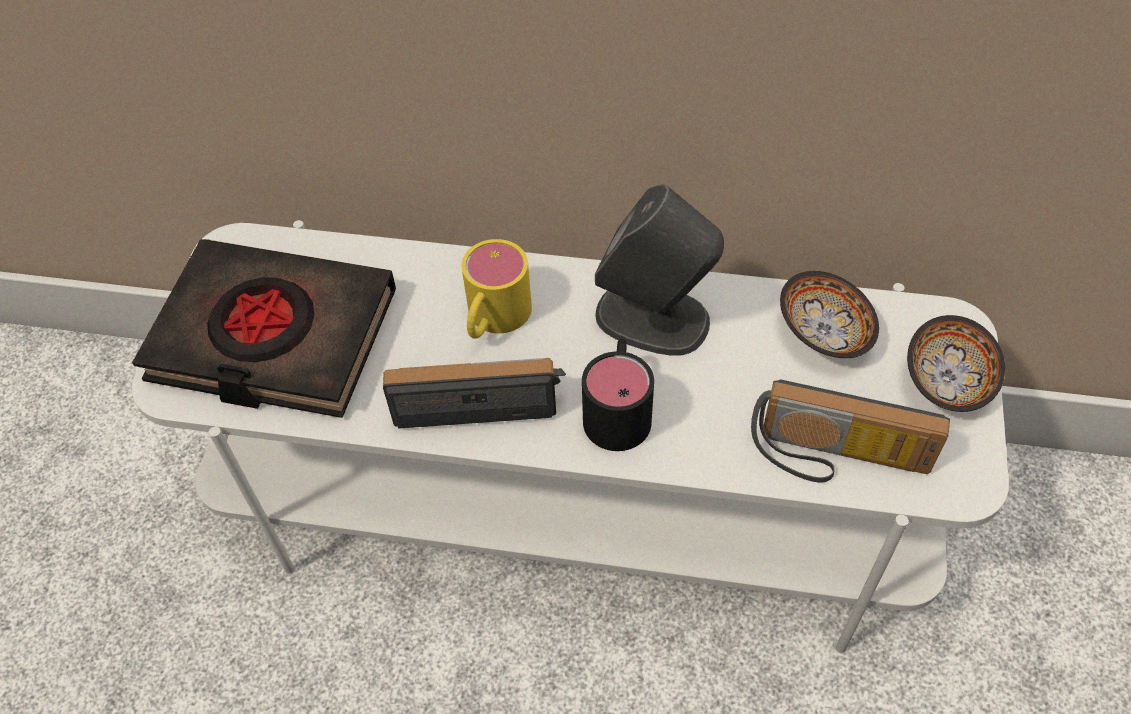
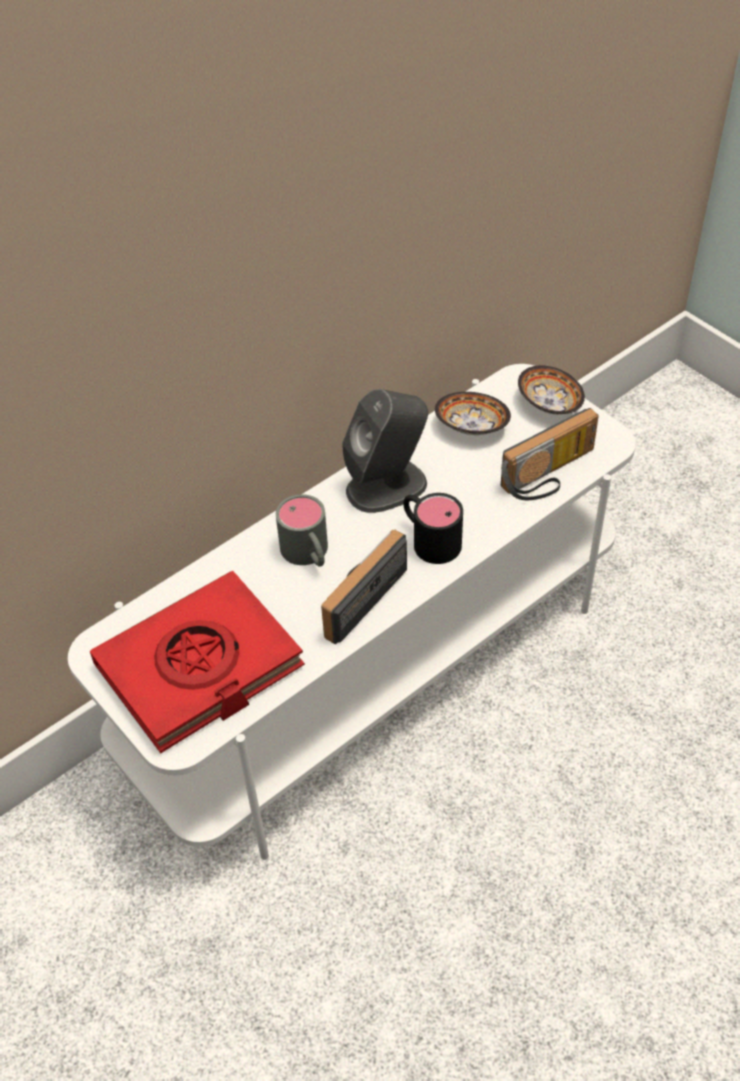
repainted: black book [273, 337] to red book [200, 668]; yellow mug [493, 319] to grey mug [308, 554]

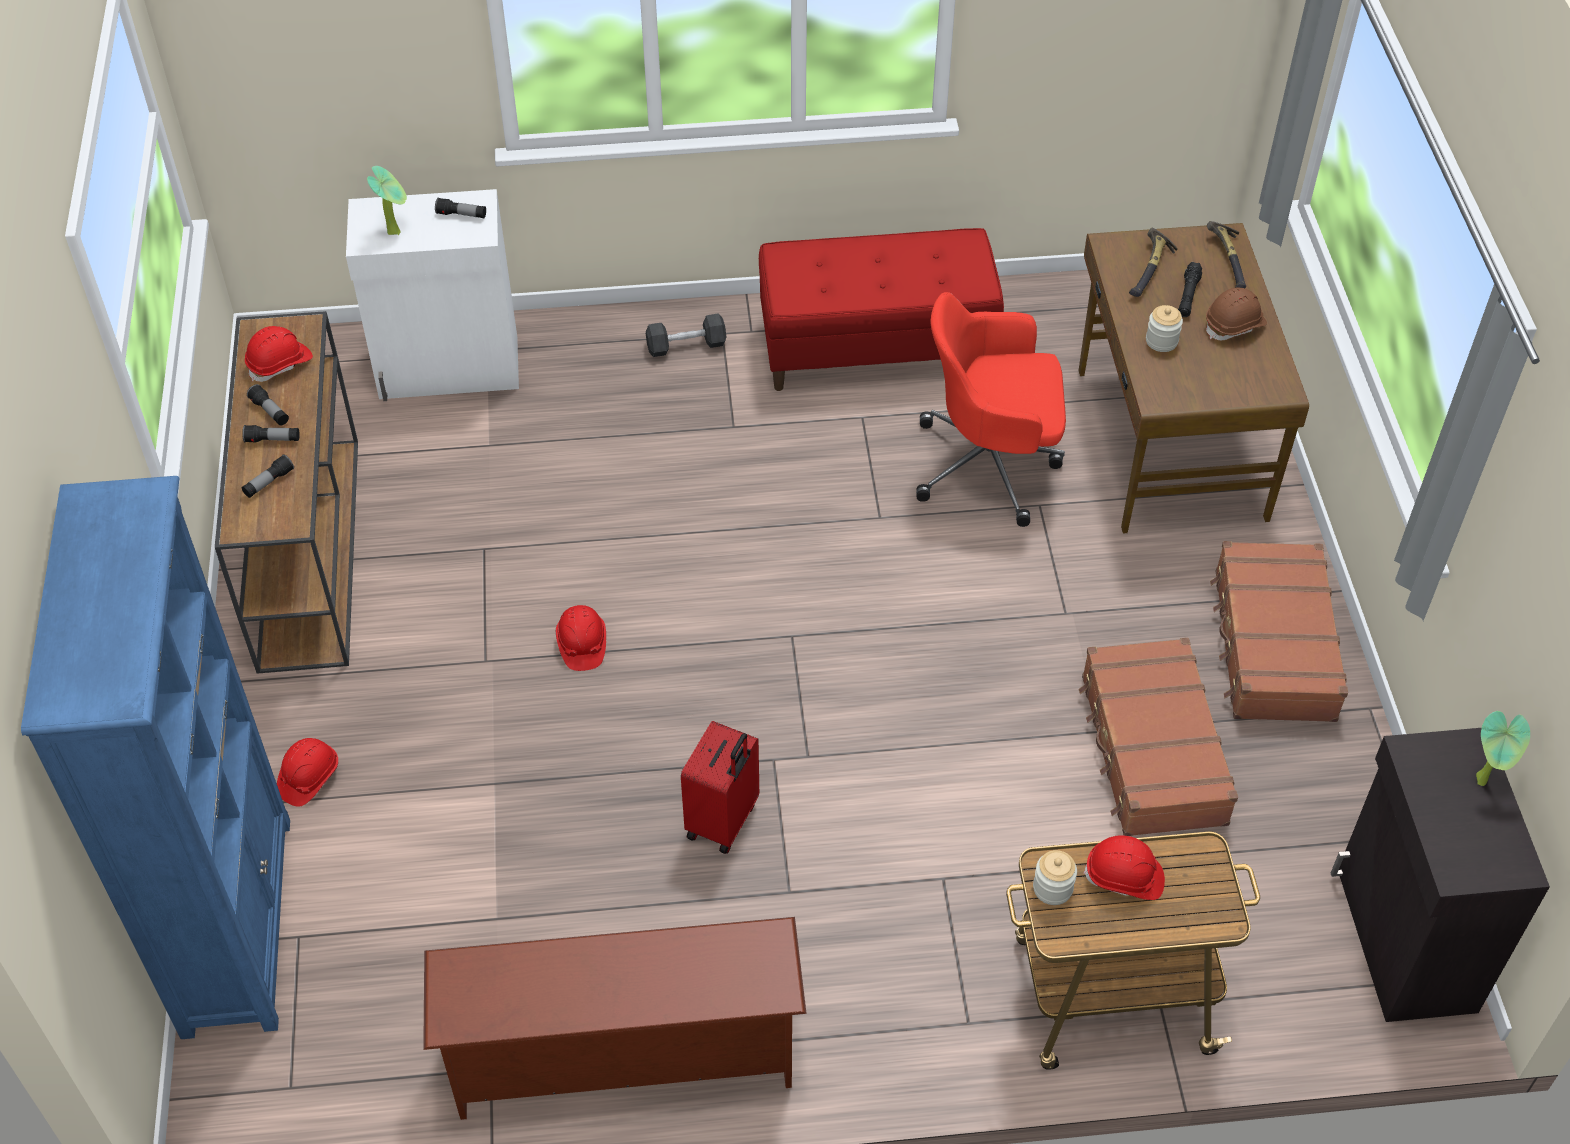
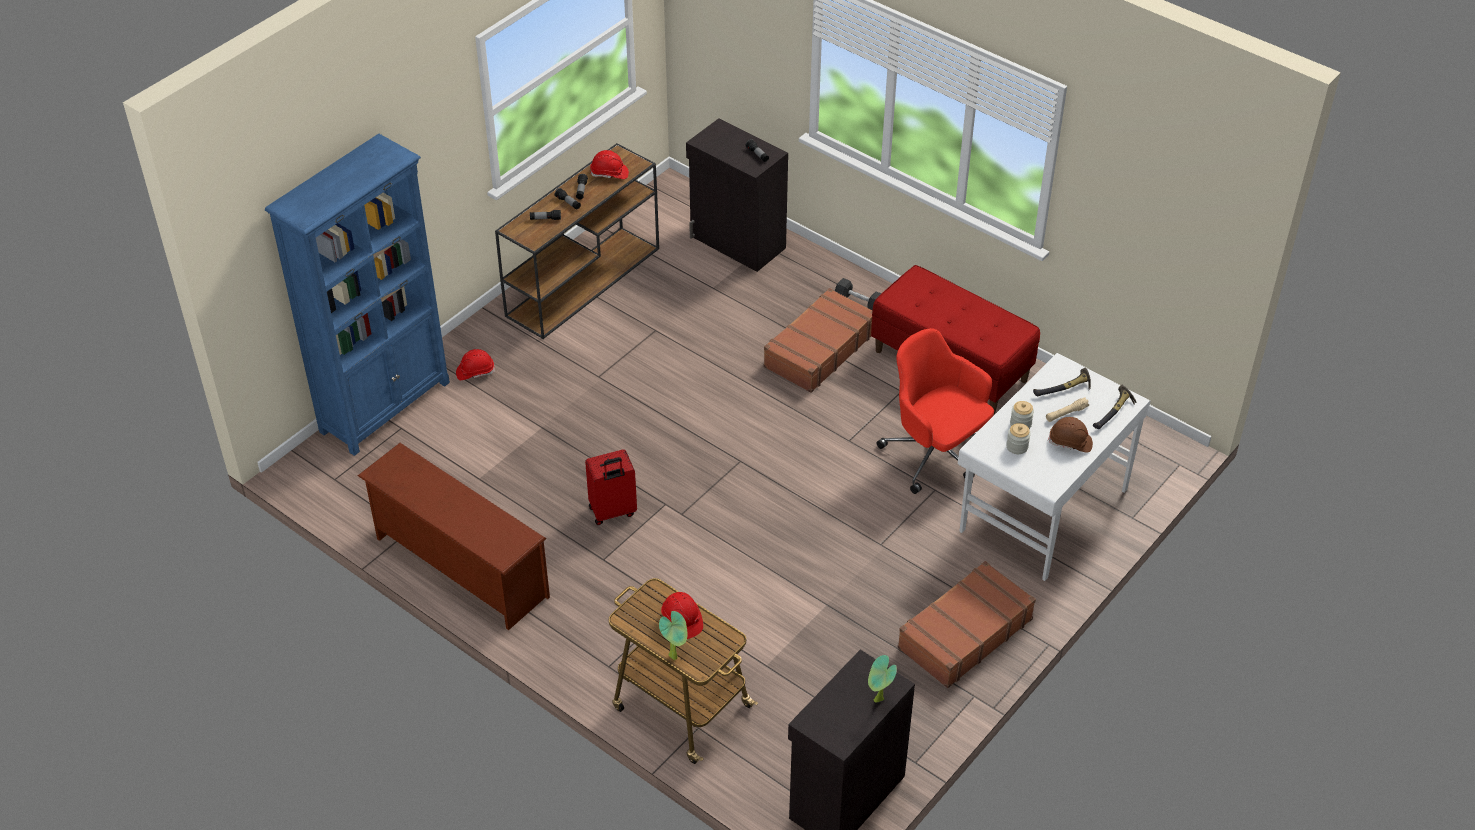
gone: red hard hat [582, 645]
shifted: potted plant [396, 231] to [675, 656]; jar [1052, 888] to [1017, 446]; brown suitcase [1151, 750] to [818, 350]
repainted: white cabinet [450, 369] to black cabinet [737, 243]; brown desk [1168, 445] to white desk [1042, 510]; black flashlight [1188, 295] to beige flashlight [1066, 413]

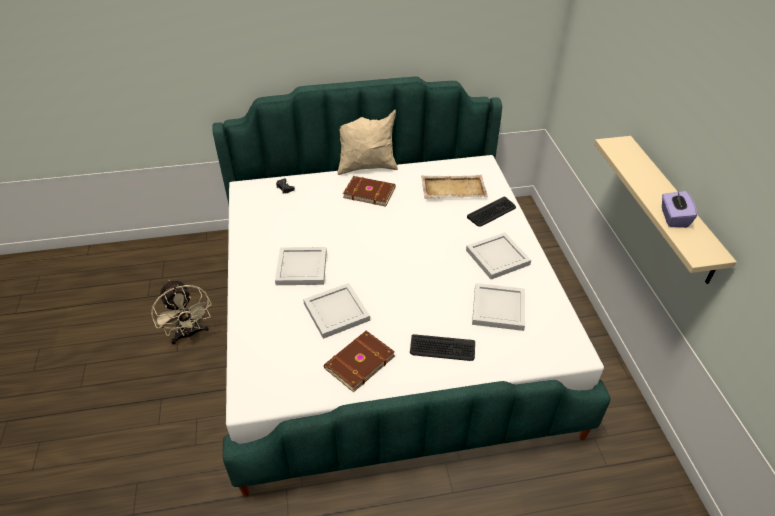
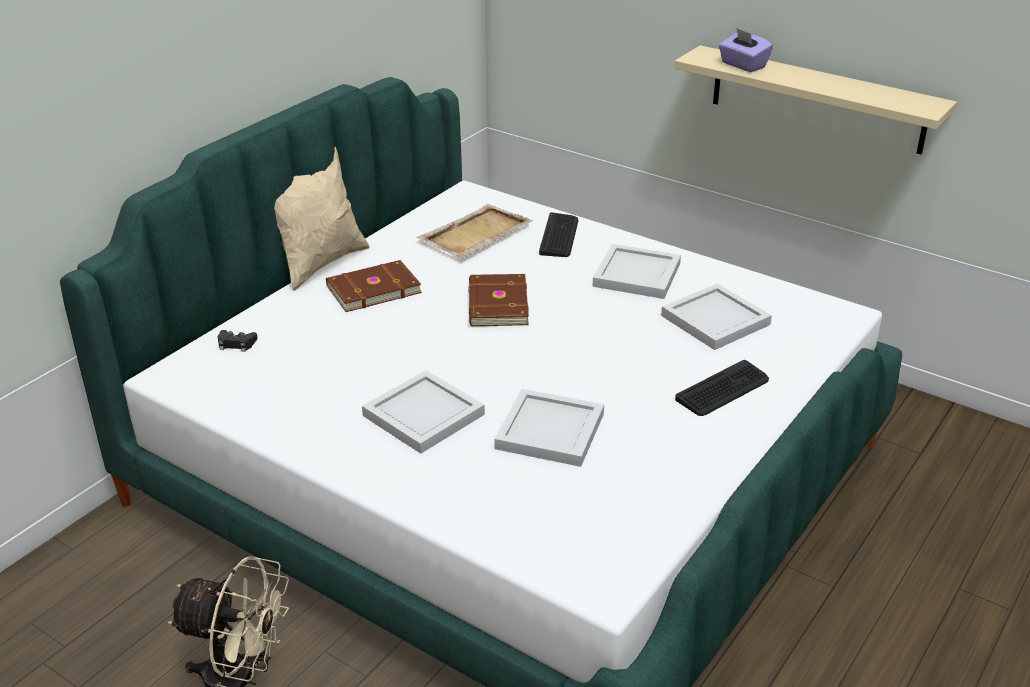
shifted: brown book [358, 362] to [496, 304]; purple tissue box [673, 218] to [743, 65]

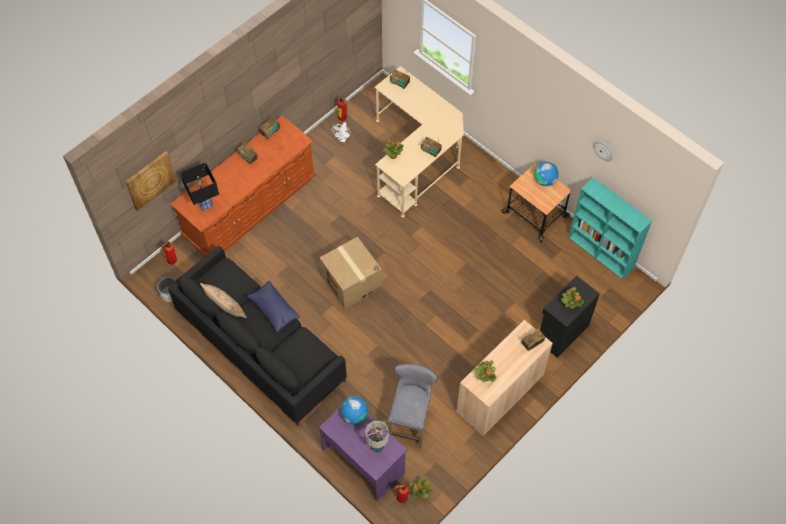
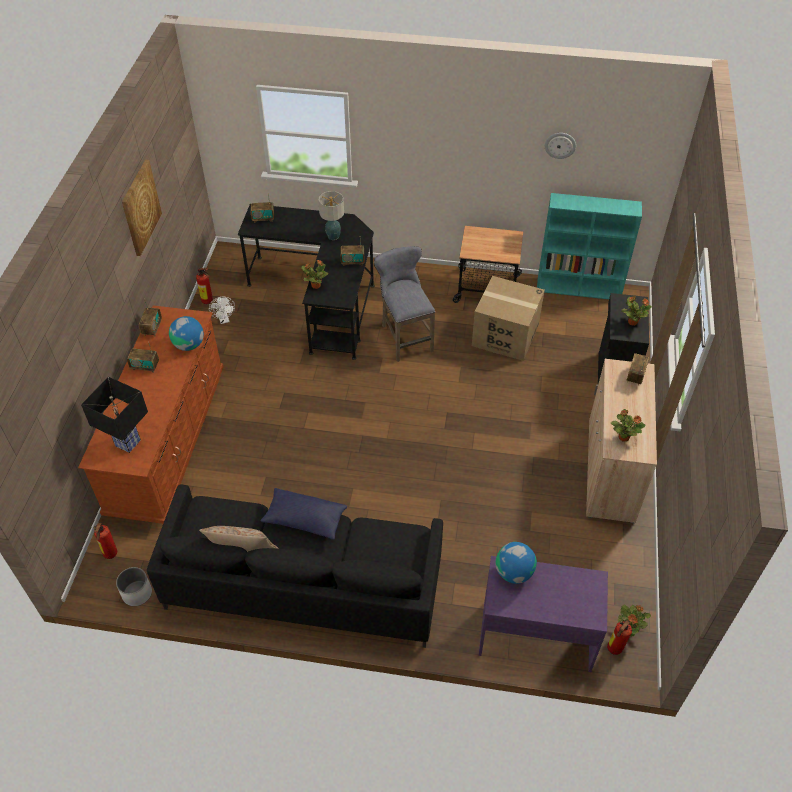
shifted: picture [150, 180] to [140, 207]; cardboard box [351, 282] to [505, 335]; table lamp [377, 447] to [333, 236]; grey stool [410, 420] to [404, 336]; globe [544, 180] to [189, 344]
repainted: beige desk [417, 157] to black desk [321, 297]

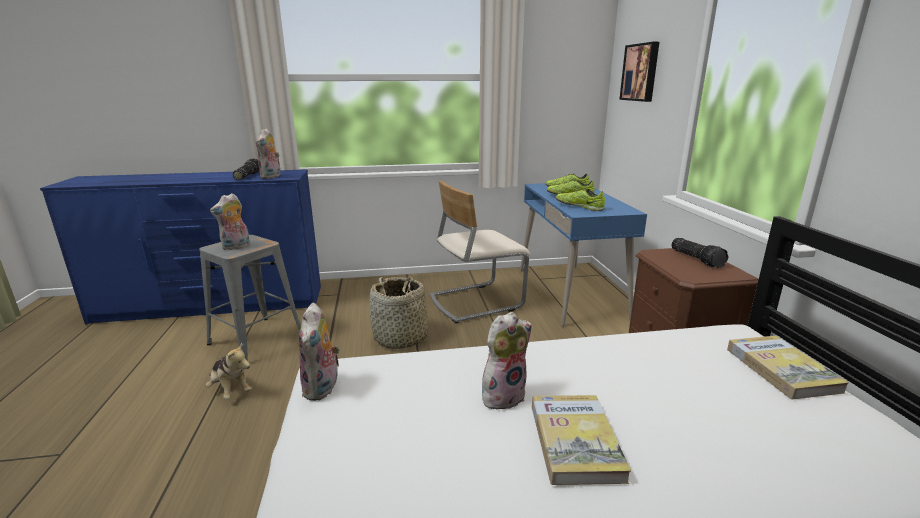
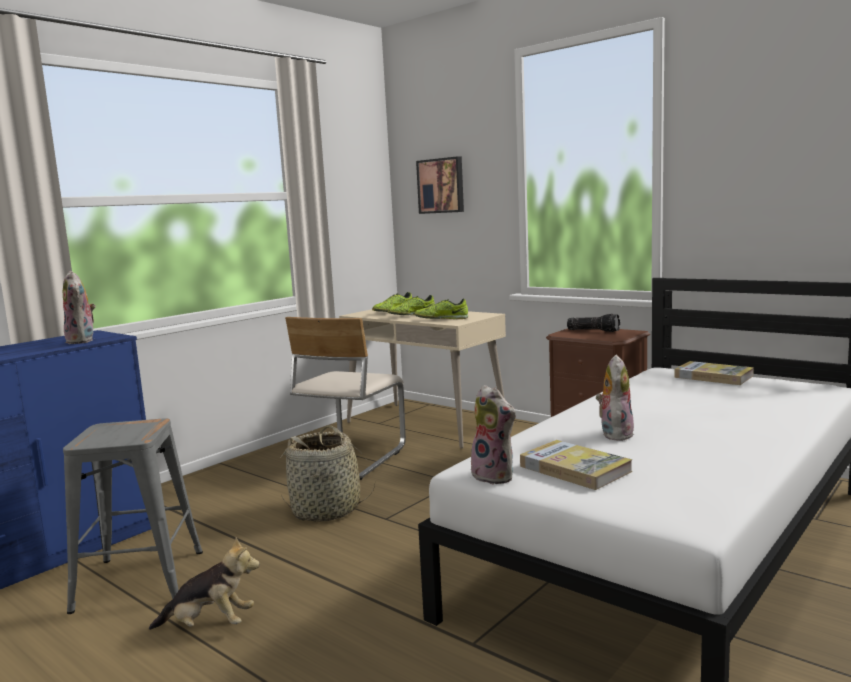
gone: plush toy [236, 247]; flashlight [247, 176]
shifted: book [575, 441] to [574, 469]
repainted: blue desk [570, 292] to beige desk [425, 424]

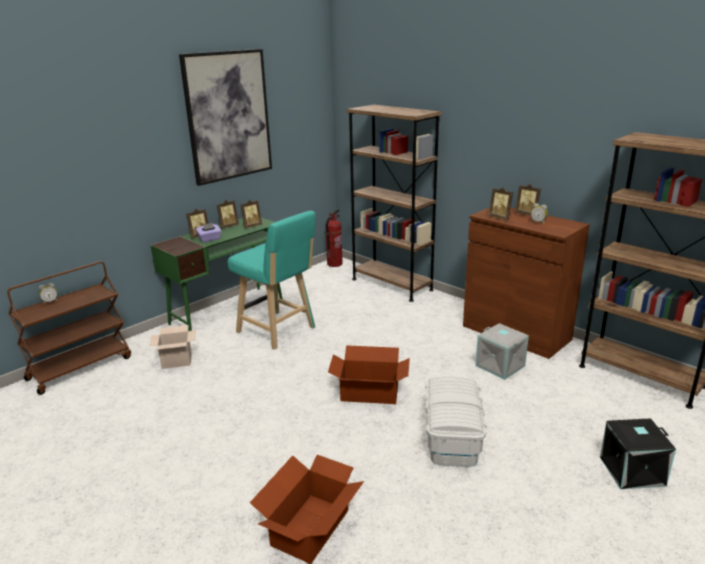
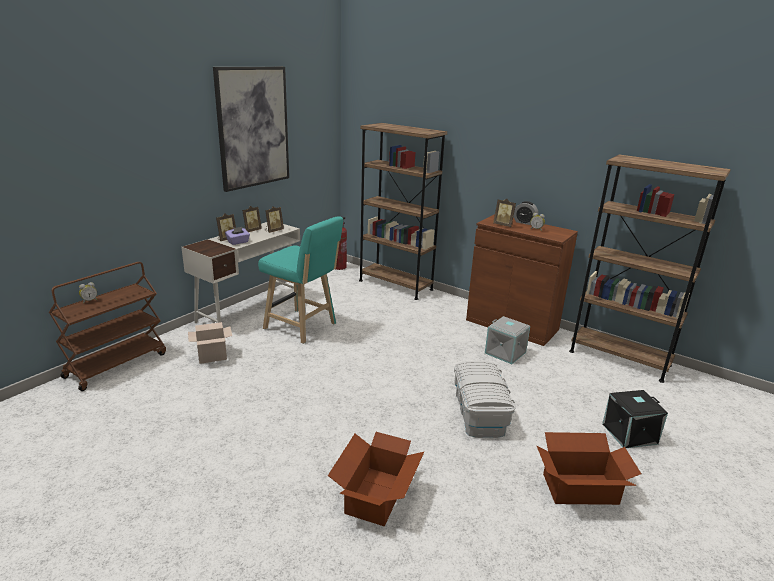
shifted: cardboard box [370, 393] to [581, 489]
swapped: picture frame [527, 214] to alarm clock [524, 222]
repainted: green desk [228, 311] to white desk [249, 309]

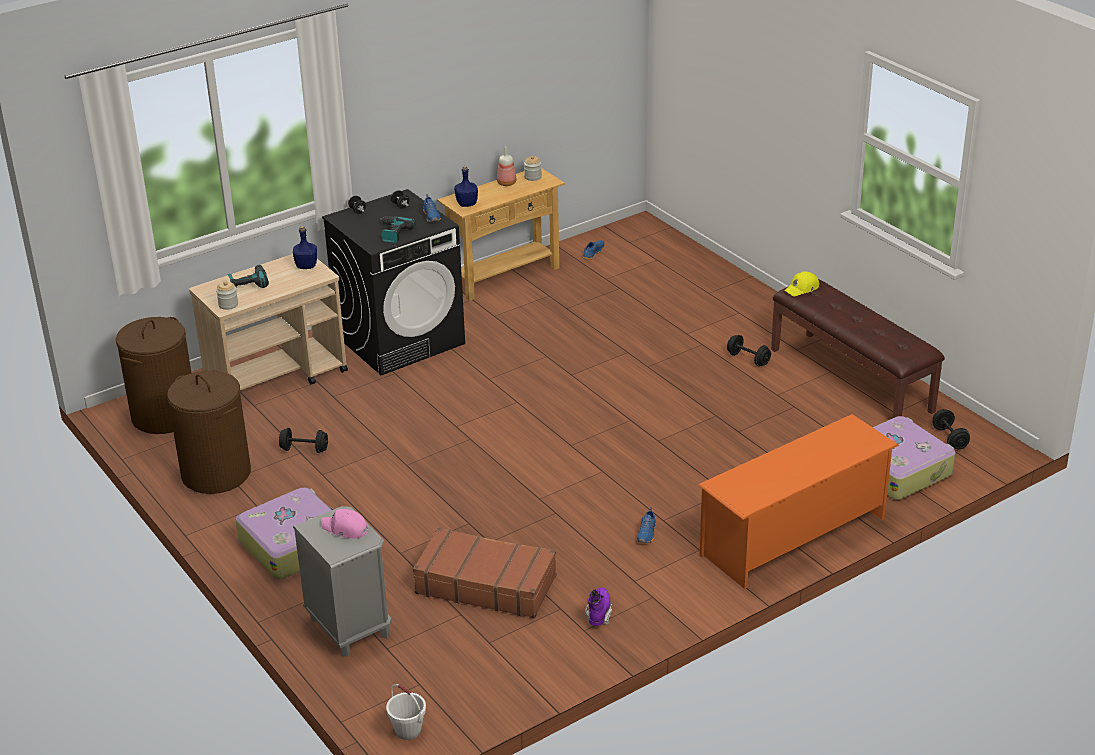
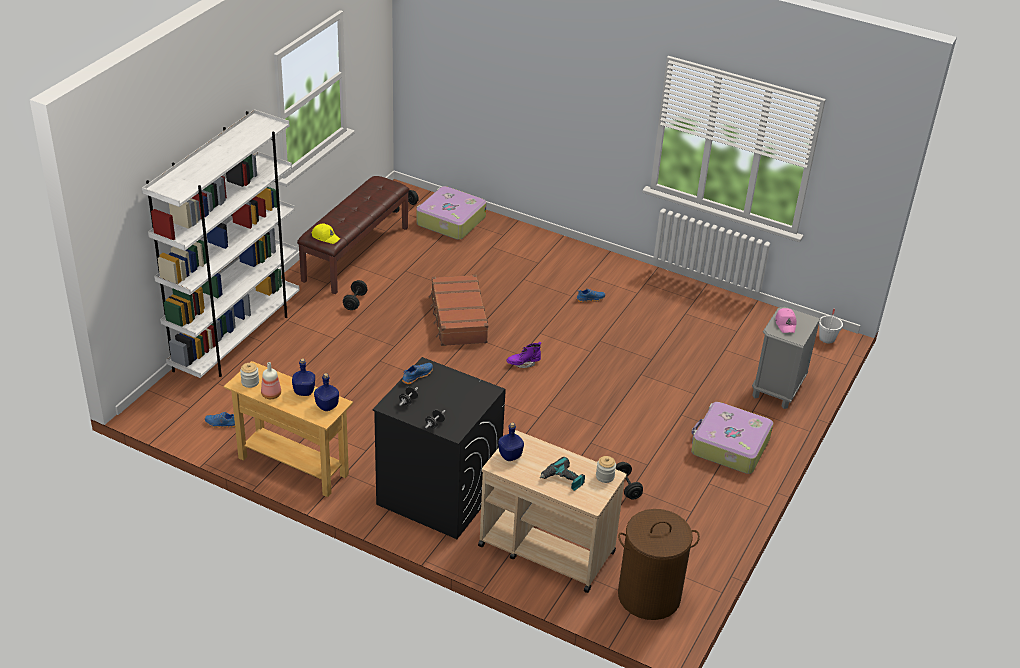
gone: brown laundry basket [216, 473]; power drill [393, 233]; orange shoe rack [794, 536]
new: white bookcase [236, 338]; blue bottle [304, 391]
shifted: brown suitcase [486, 584] to [458, 318]; purple boot [598, 614] to [523, 363]

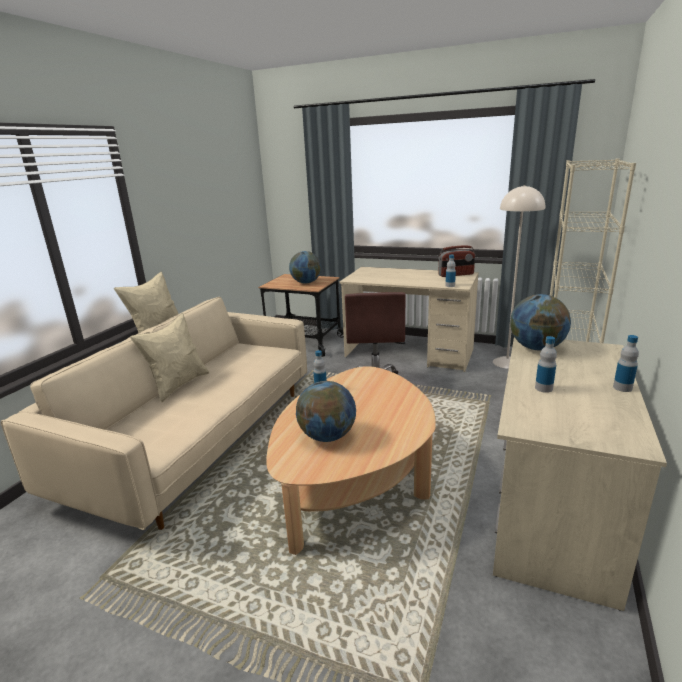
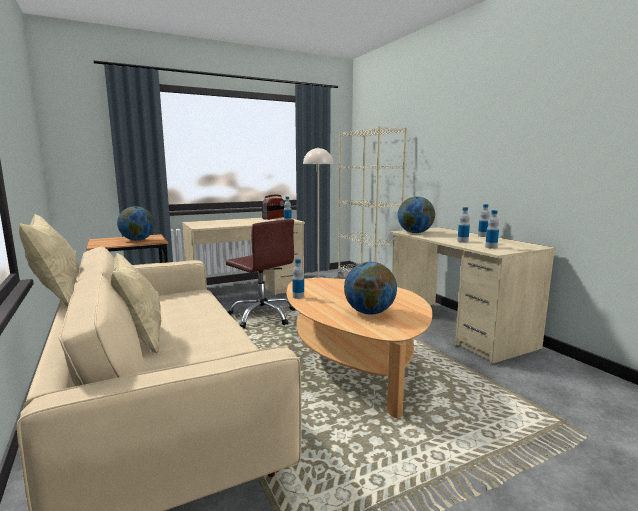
new: bottle [491, 247]

